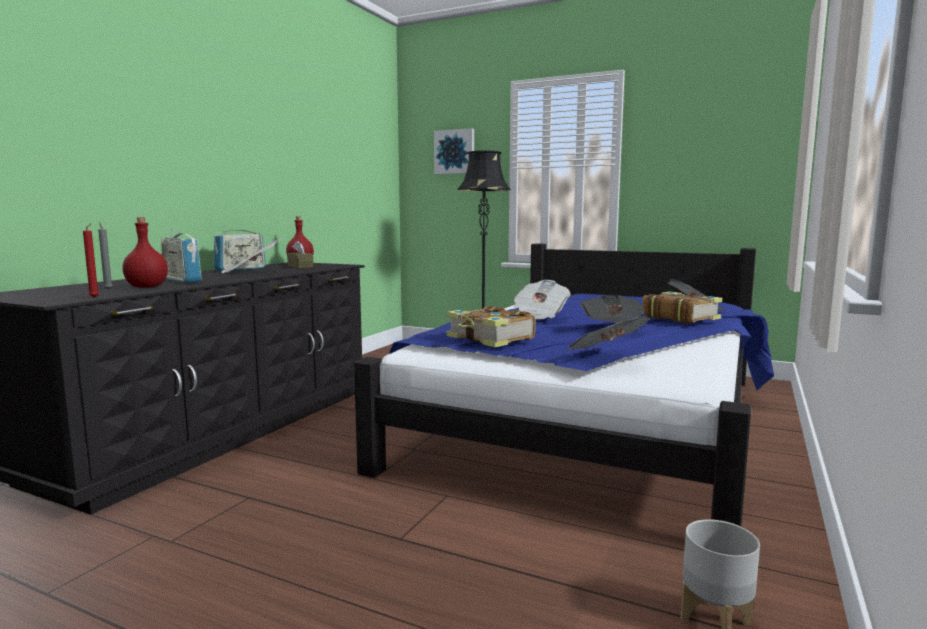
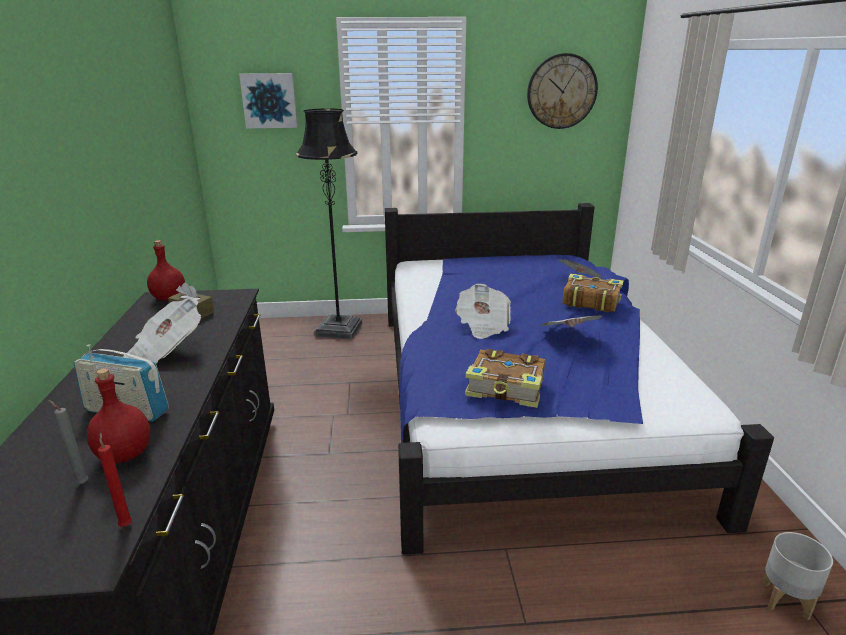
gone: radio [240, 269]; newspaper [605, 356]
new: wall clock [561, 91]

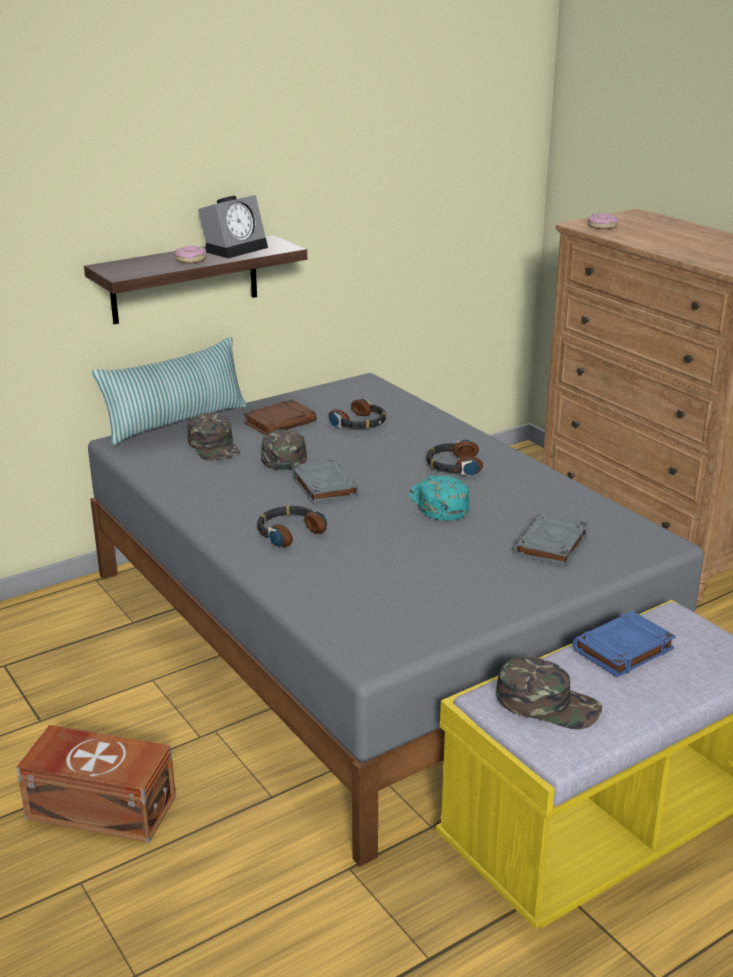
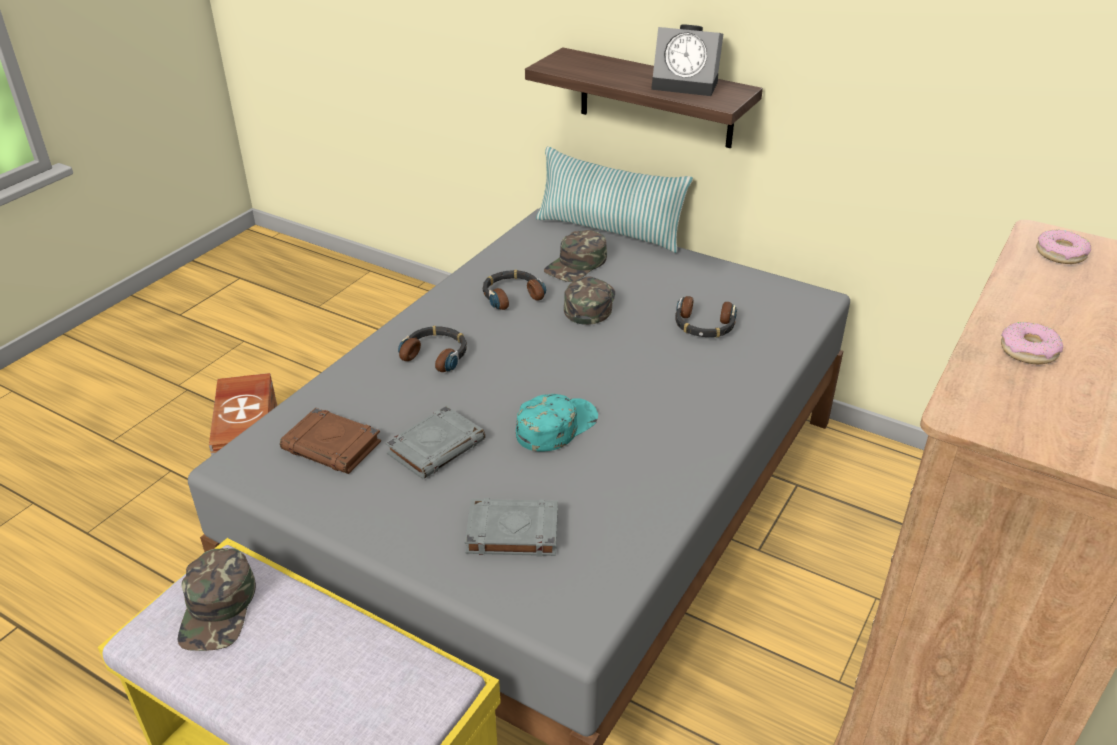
gone: blue book [622, 650]
shifted: donut [191, 260] to [1028, 351]; brown book [280, 422] to [333, 446]; grey book [323, 486] to [436, 447]; headphones [453, 466] to [512, 295]
rotated: green cap [282, 455] = [589, 304] 45 degrees counterclockwise

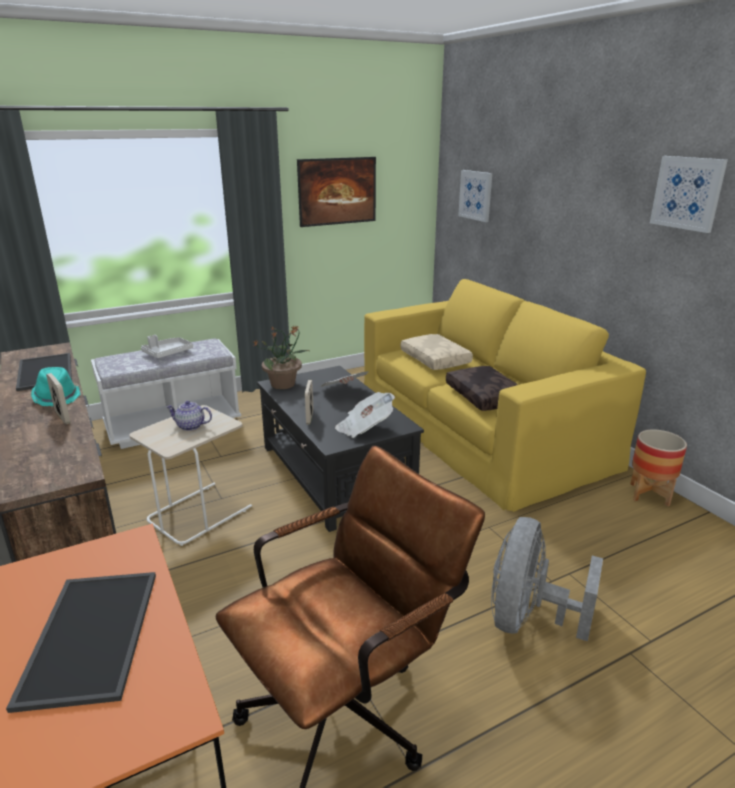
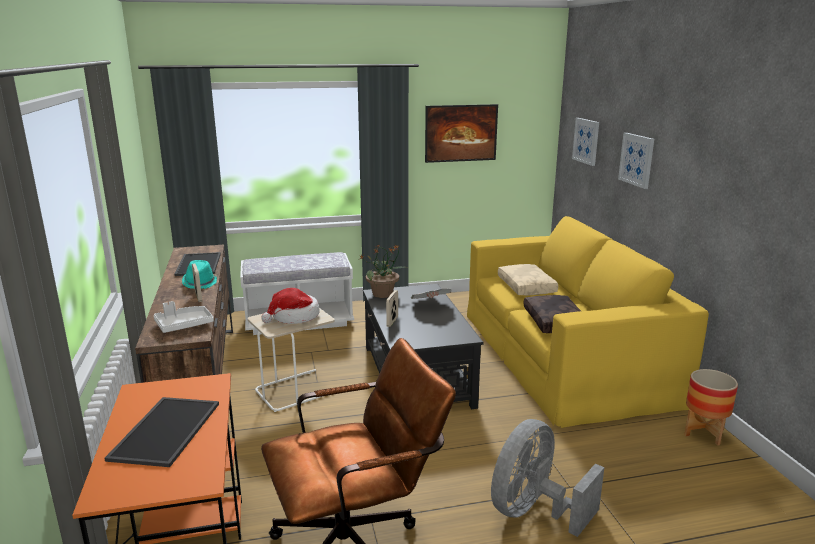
gone: newspaper [364, 428]
shifted: white tray [167, 353] to [184, 325]; picture [687, 193] to [637, 160]
swapped: teapot [190, 426] to hat [294, 317]

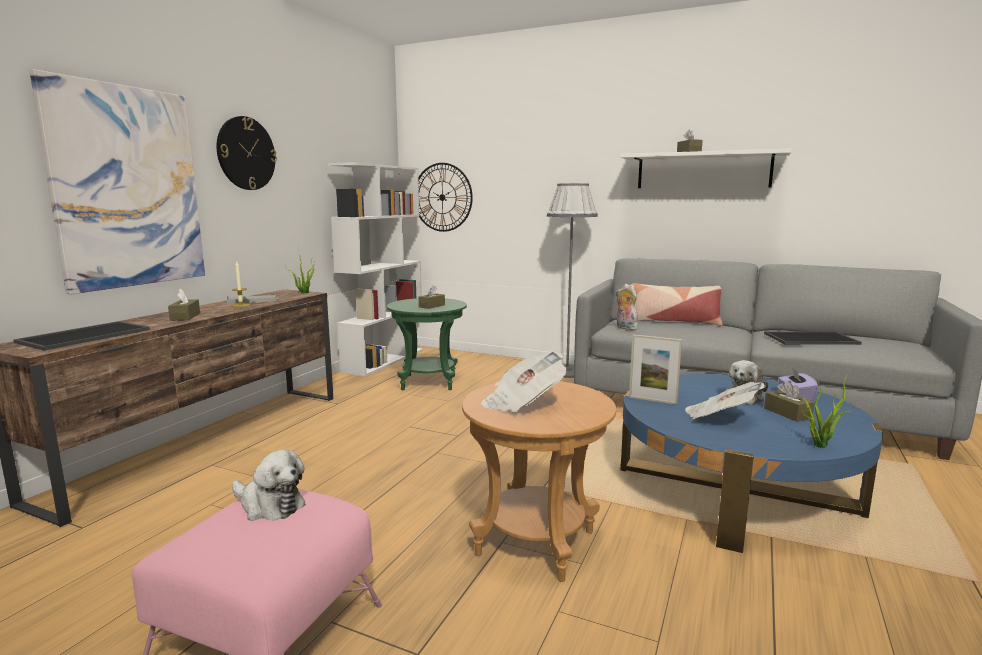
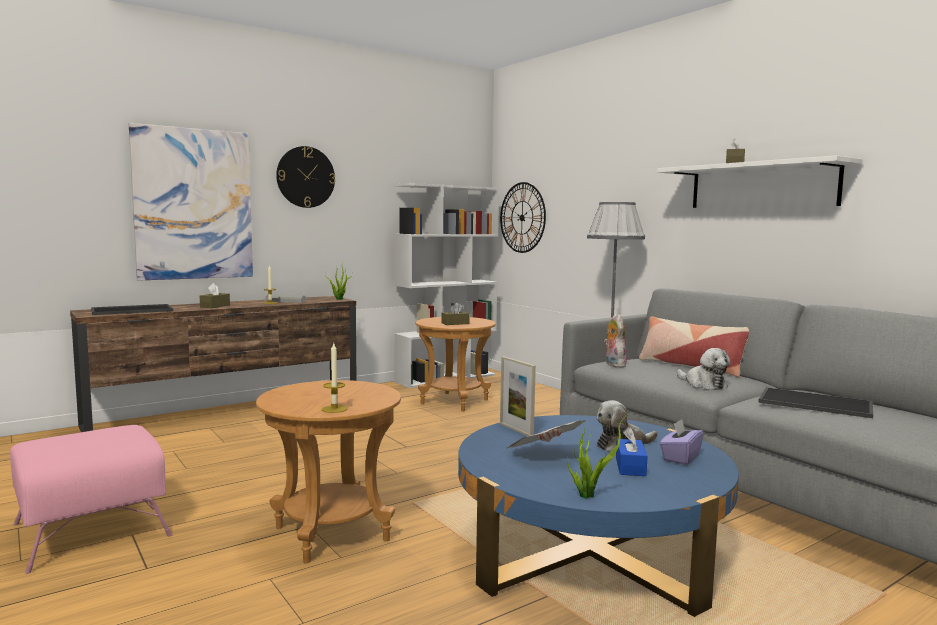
gone: newspaper [523, 402]
new: candle [334, 409]
shifted: plush toy [269, 505] to [703, 384]
repainted: green side table [428, 382] to brown side table [454, 401]; brown tissue box [787, 413] to blue tissue box [630, 466]

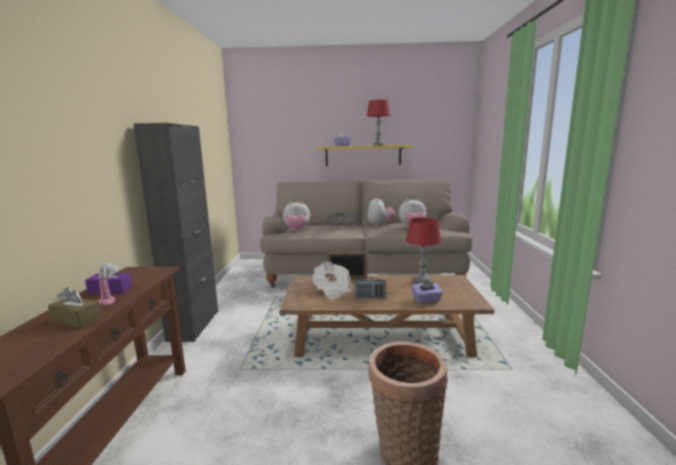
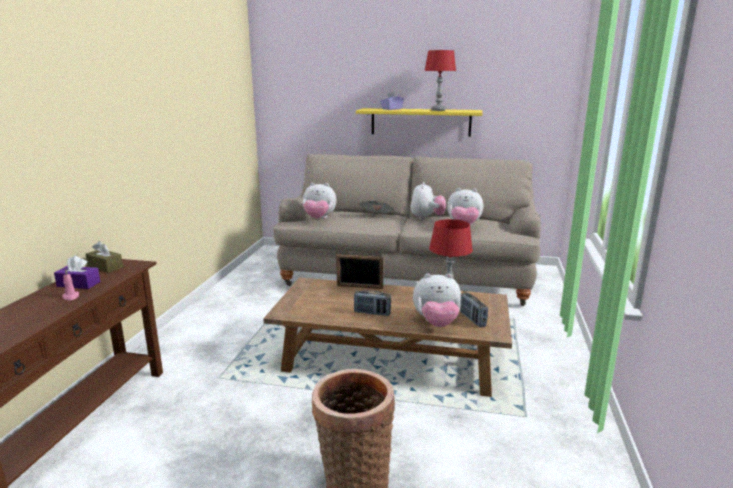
gone: black cabinet [193, 325]; newspaper [332, 290]
new: radio [472, 319]
shifted: brown tissue box [76, 319] to [105, 267]
swapped: purple tissue box [426, 300] to plush toy [436, 323]

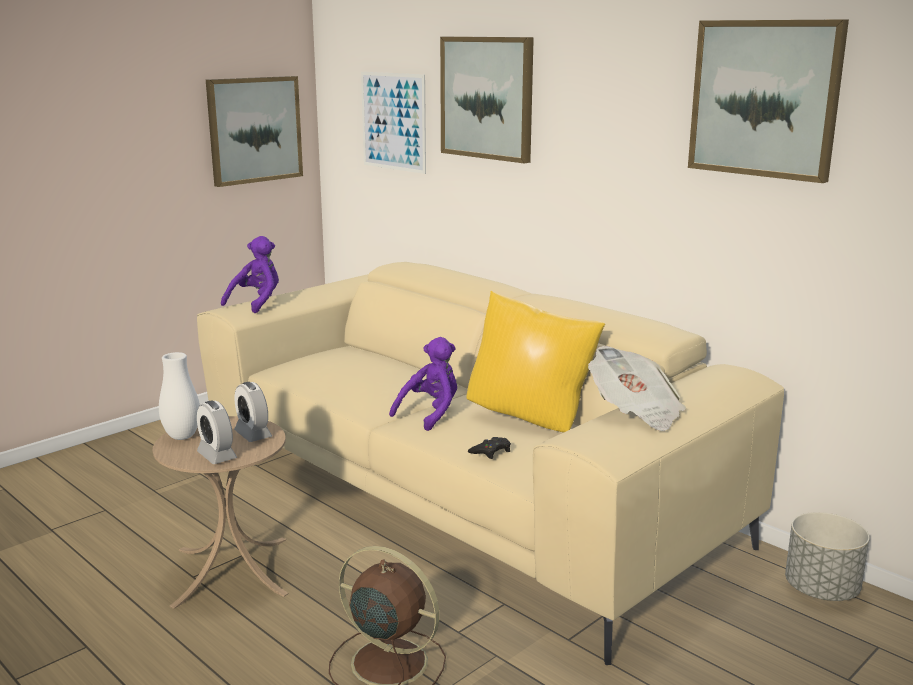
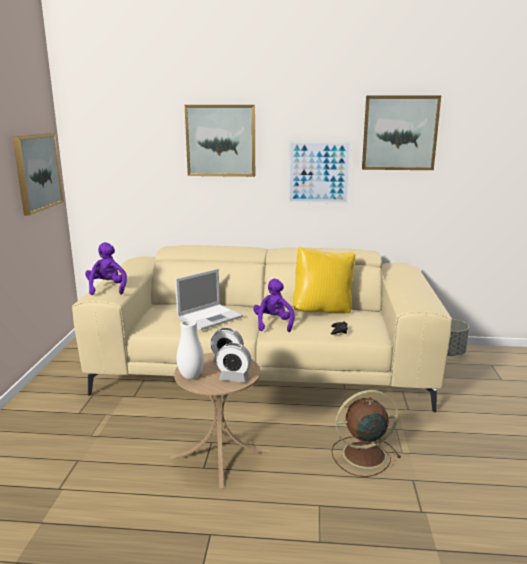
gone: newspaper [635, 412]
new: laptop [210, 317]
shifted: picture [393, 121] to [318, 172]

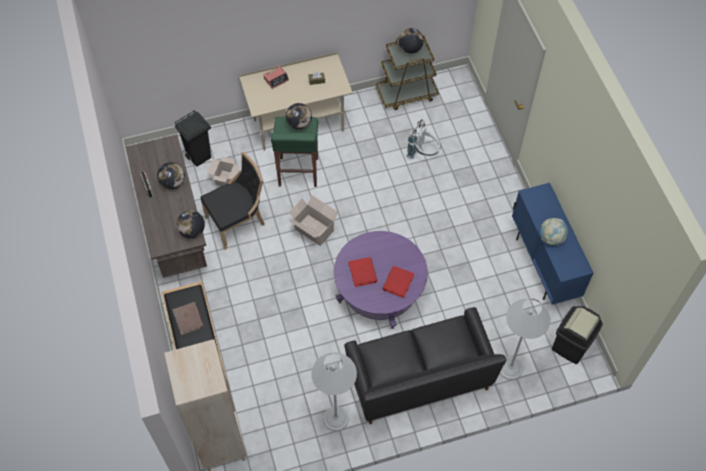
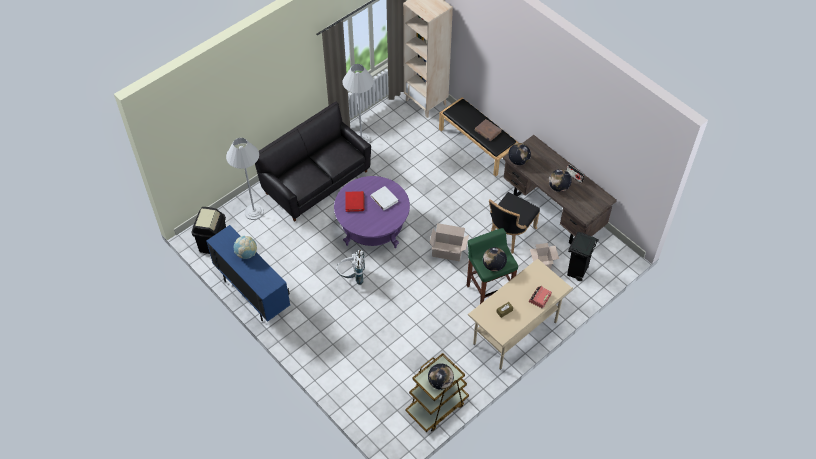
shifted: white backpack [423, 153] to [352, 276]
repainted: red book [363, 272] to white book [384, 199]

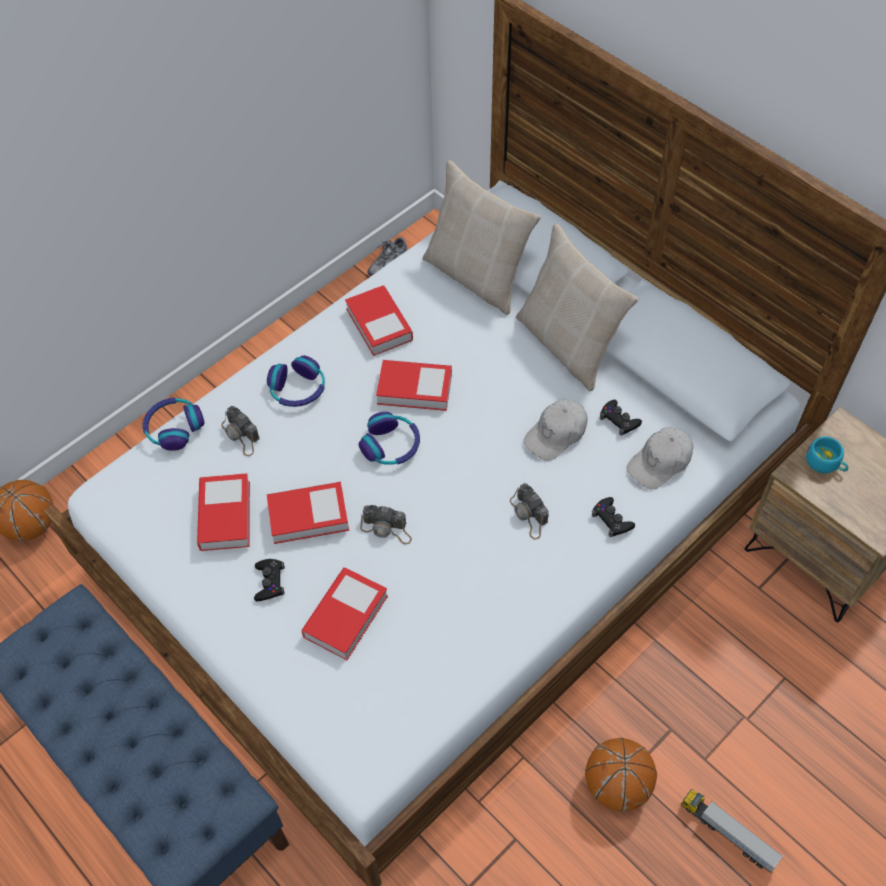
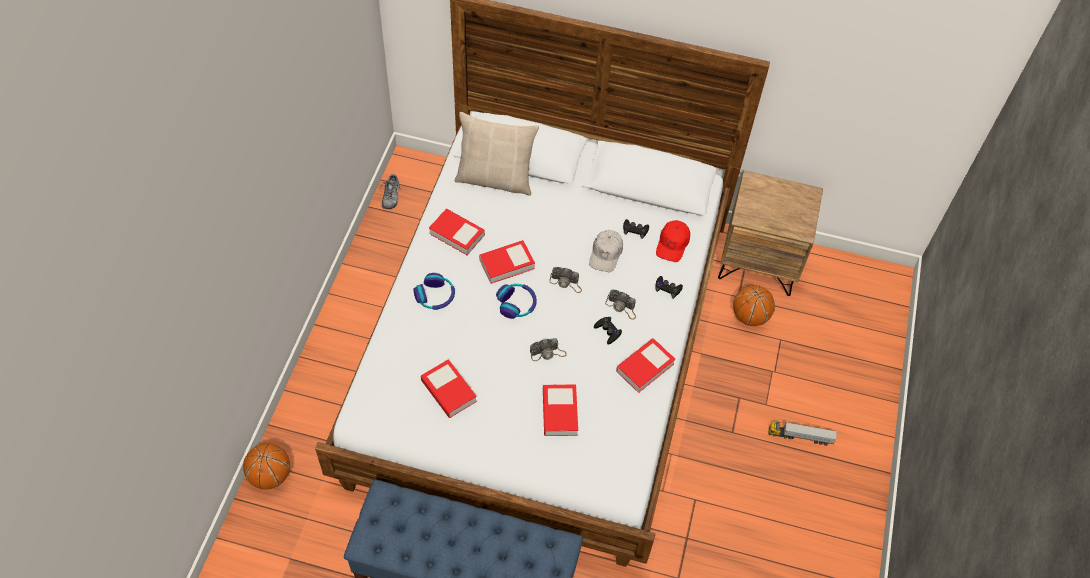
gone: headphones [174, 428]; beige pillow [568, 345]; turquoise cup [825, 463]
shifted: photo camera [241, 435] to [566, 283]; black game controller [270, 582] to [608, 331]; book [308, 516] to [645, 367]; basketball [616, 785] to [749, 316]
repainted: white cap [660, 462] to red cap [672, 244]

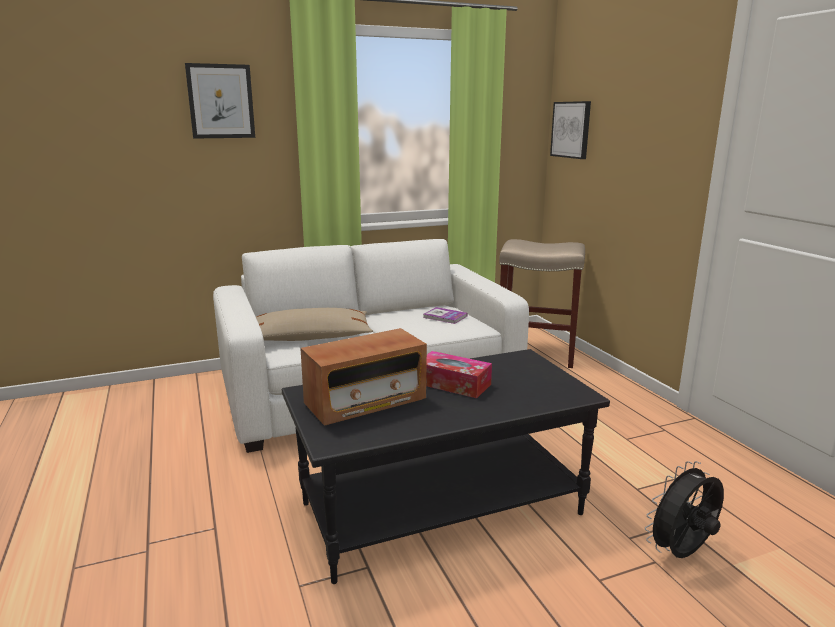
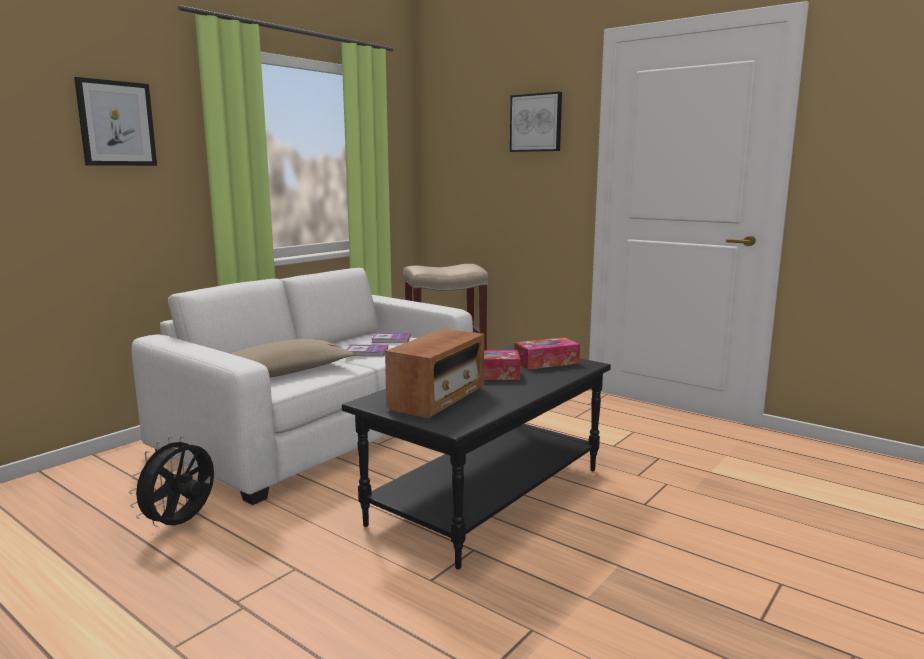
new: book [366, 352]; tissue box [546, 362]
shifted: picture [571, 129] to [536, 123]; black fan [682, 554] to [181, 524]

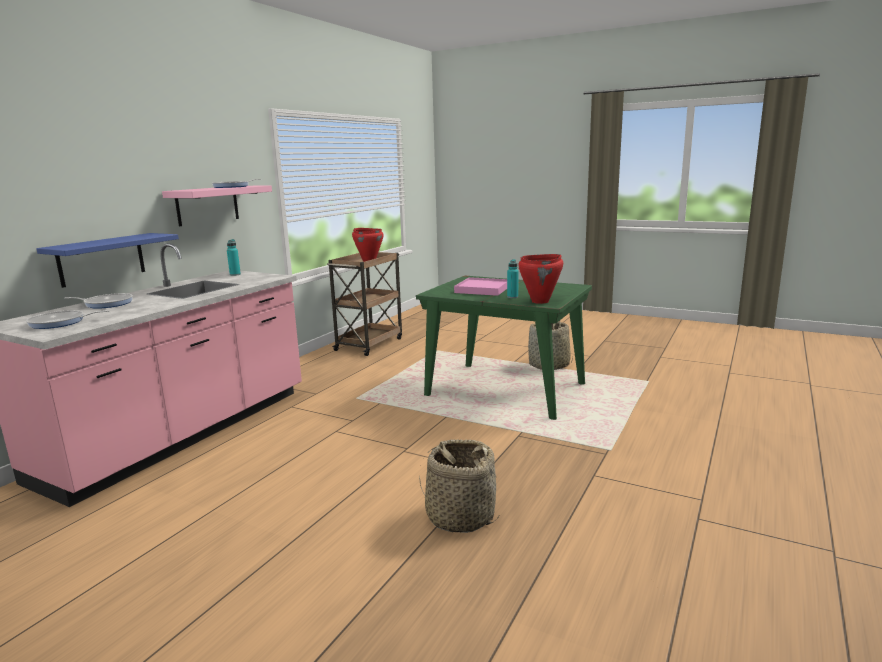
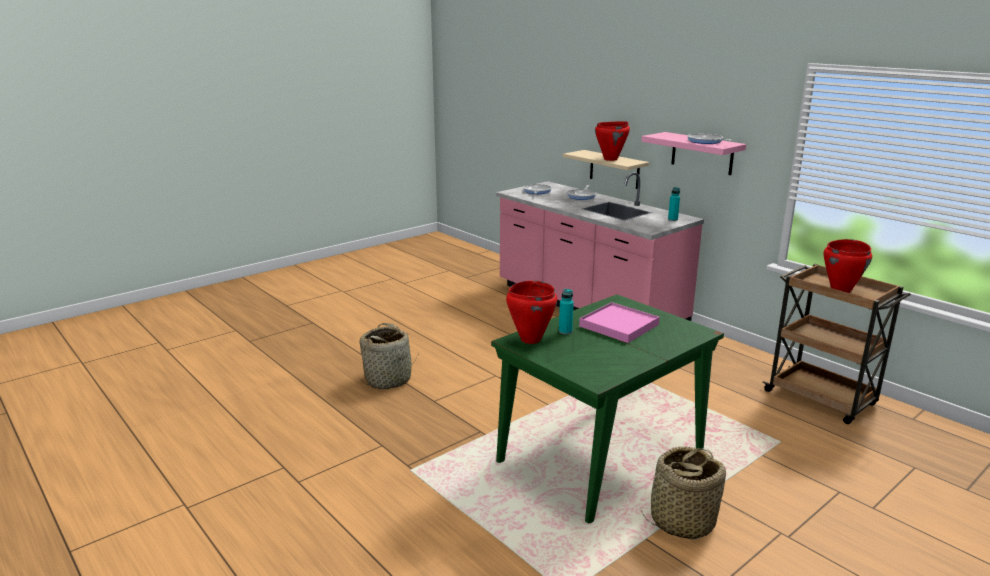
new: red cooking pot [611, 159]
repainted: blue shelf [101, 259] to beige shelf [614, 169]

